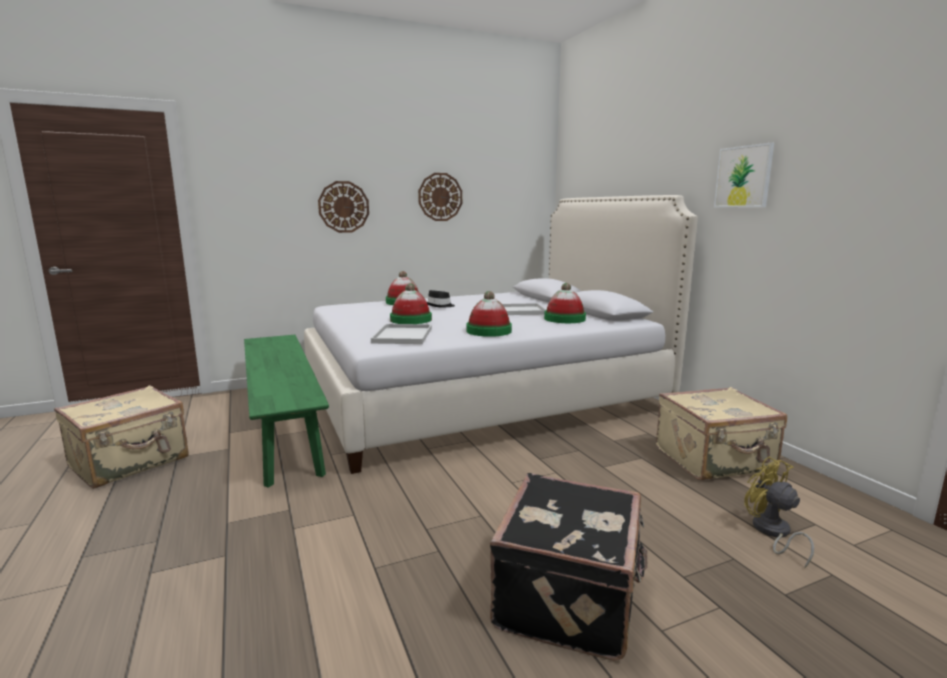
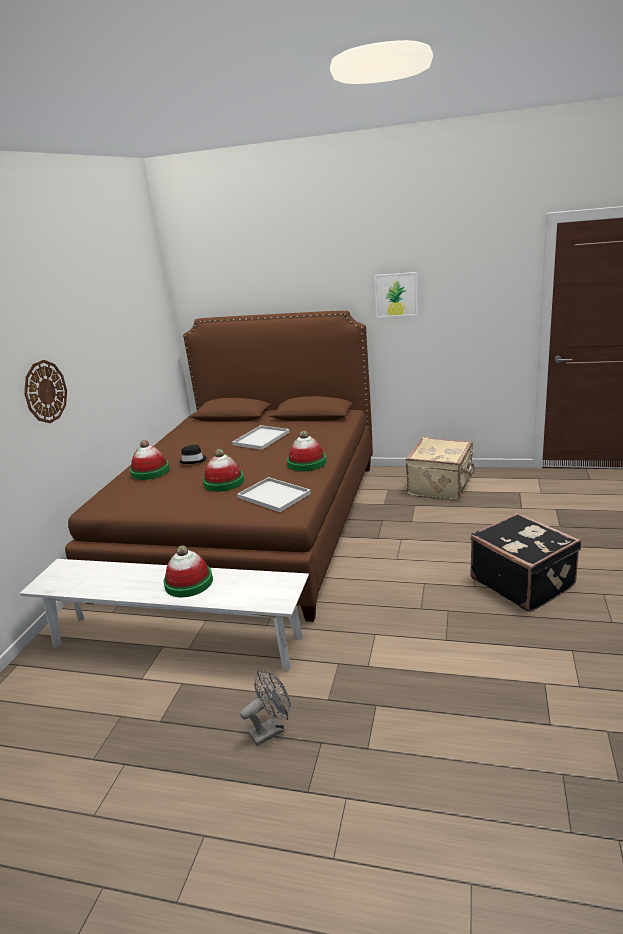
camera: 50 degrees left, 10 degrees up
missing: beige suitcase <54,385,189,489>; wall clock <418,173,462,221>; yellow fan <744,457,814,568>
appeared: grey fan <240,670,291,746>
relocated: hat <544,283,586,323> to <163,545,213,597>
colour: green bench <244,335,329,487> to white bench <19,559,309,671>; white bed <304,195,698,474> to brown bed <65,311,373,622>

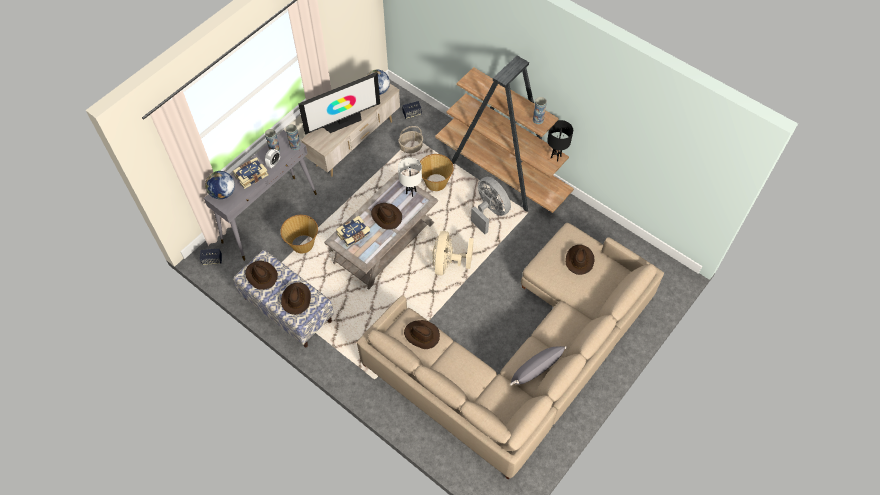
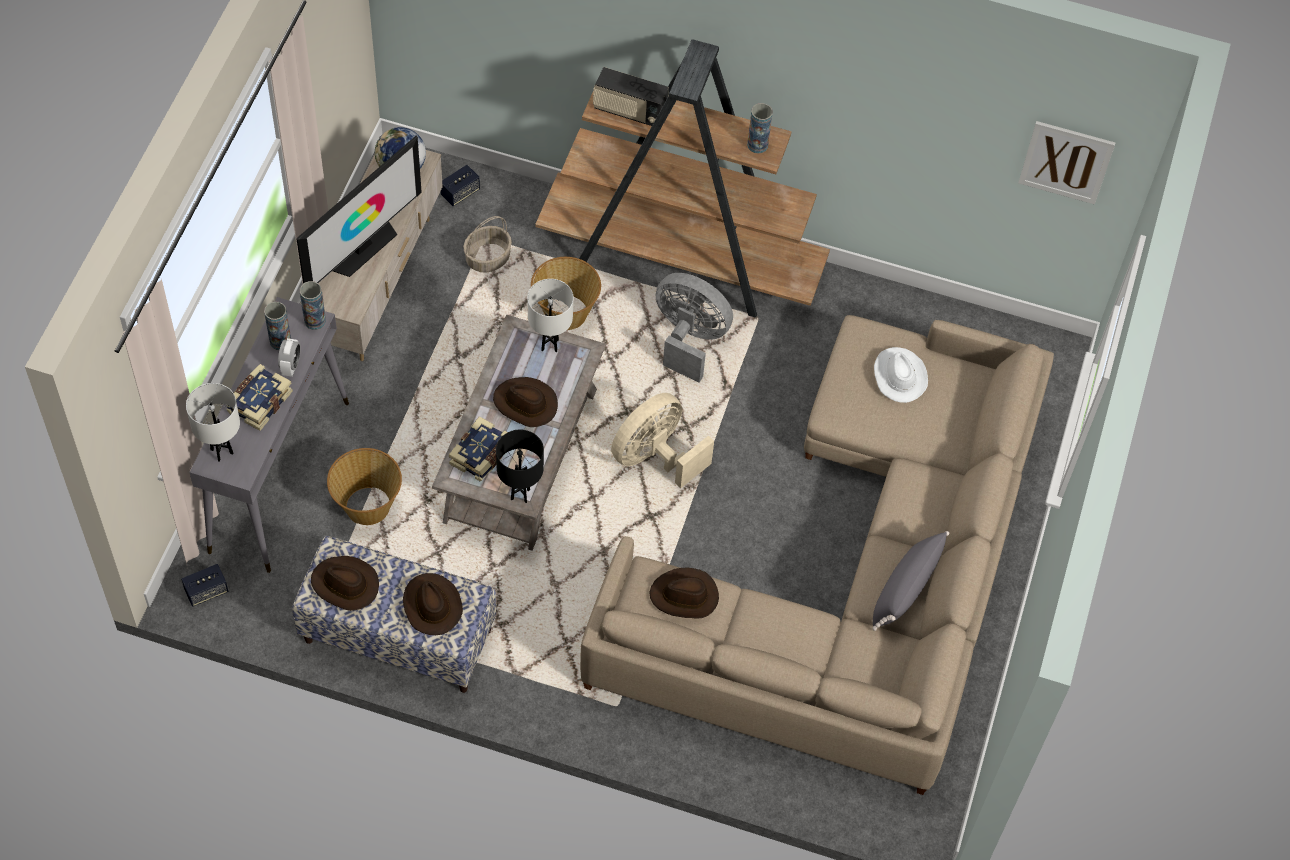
camera: 25 degrees left, 0 degrees up
appeared: radio <593,67,669,126>; picture <1018,121,1115,204>
relocated: black table lamp <547,120,573,162> to <496,430,544,503>
exchanged: globe <205,171,235,199> to white table lamp <186,383,240,462>
colour: brown hat <566,245,594,275> to white hat <874,347,928,403>
spun: beige fan <432,231,474,276> = <611,393,714,488> 60 degrees clockwise

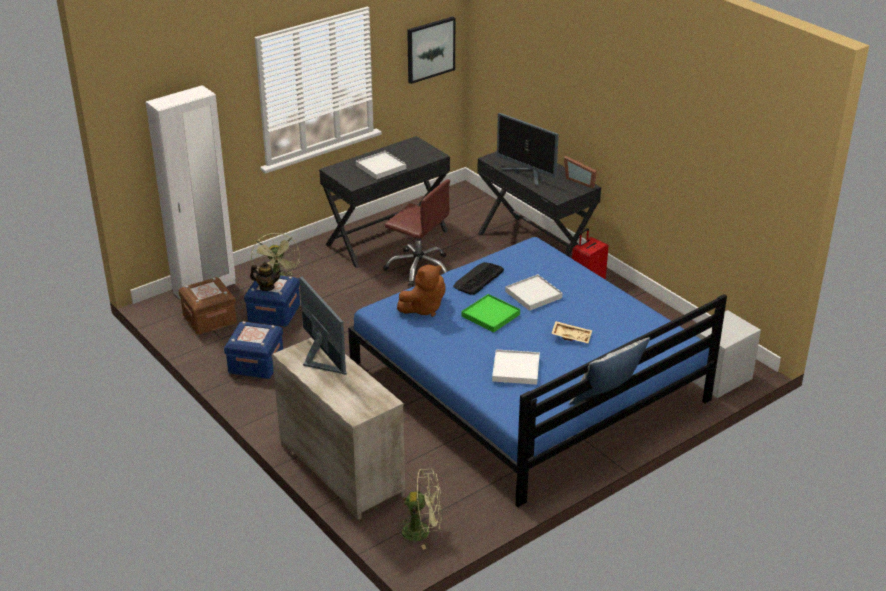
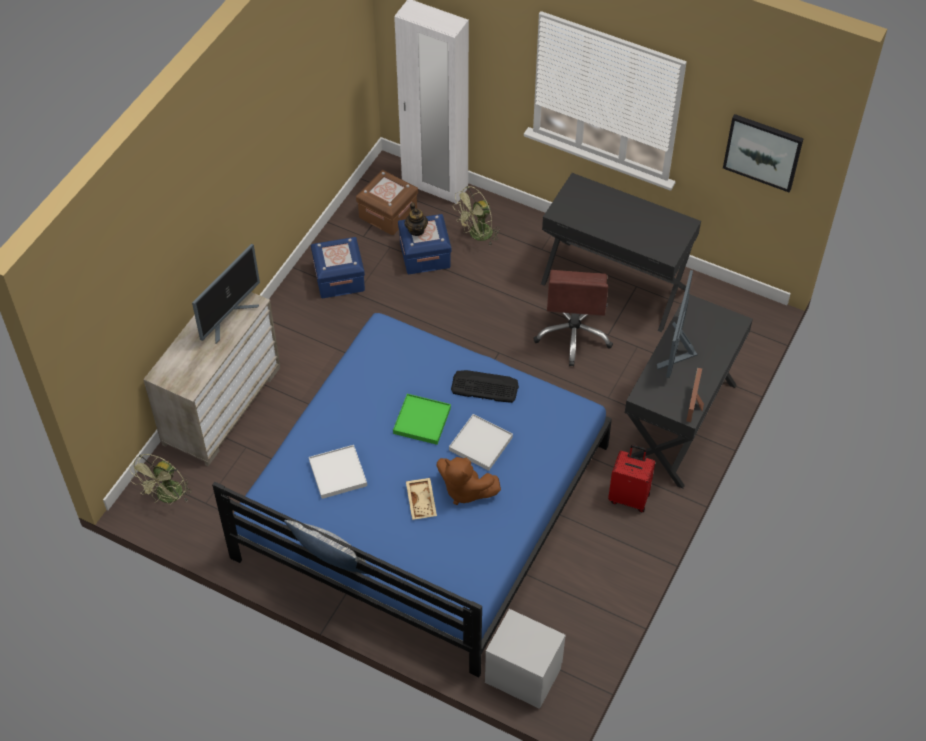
camera: 65 degrees right, 20 degrees up
missing: white tray <356,151,406,179>
relocated: brown plush toy <397,264,445,317> to <437,457,501,505>
spun: green fan <394,469,442,550> = <129,454,192,505> 45 degrees clockwise

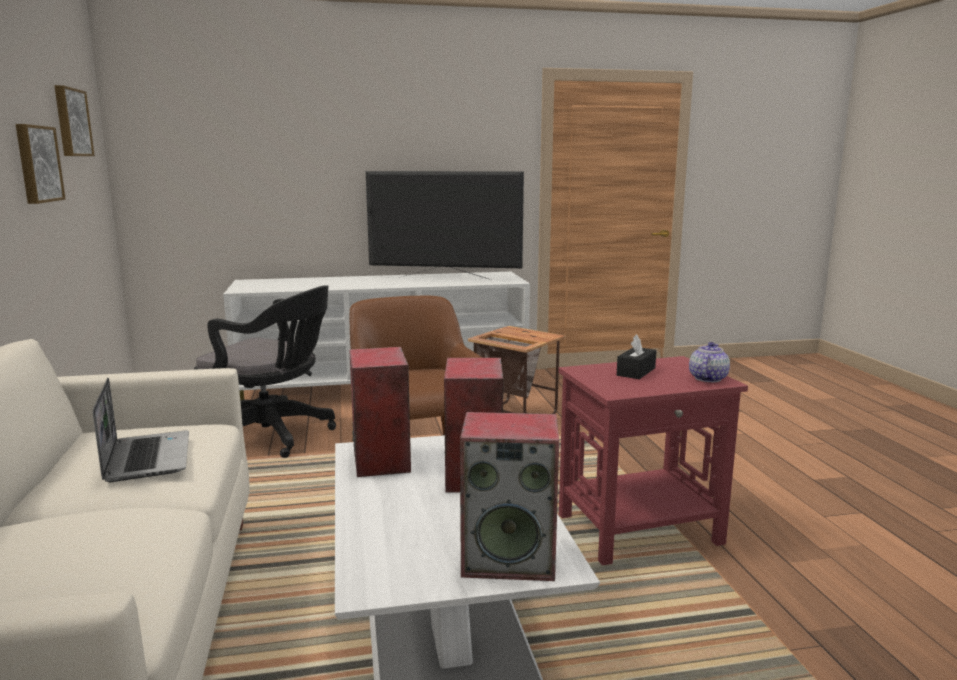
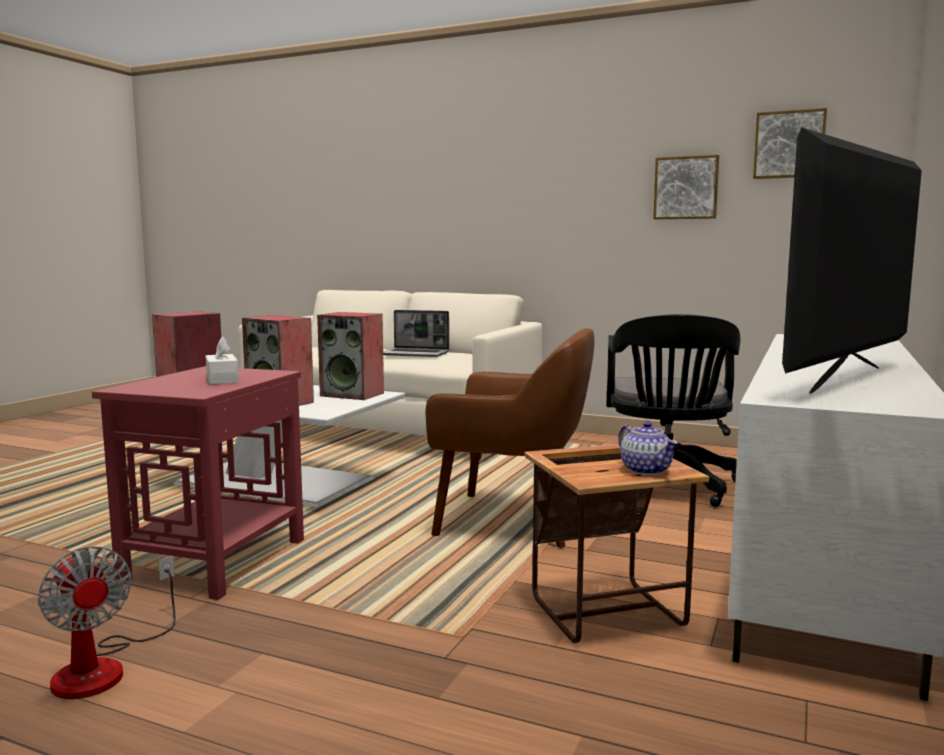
camera: 125 degrees right, 5 degrees down
appeared: fan <38,547,176,699>
relocated: teapot <689,342,730,382> to <618,421,678,475>
colour: black tissue box <617,334,656,379> to white tissue box <206,336,239,384>
spun: black office chair <194,285,336,458> = <607,314,741,507> 45 degrees counterclockwise

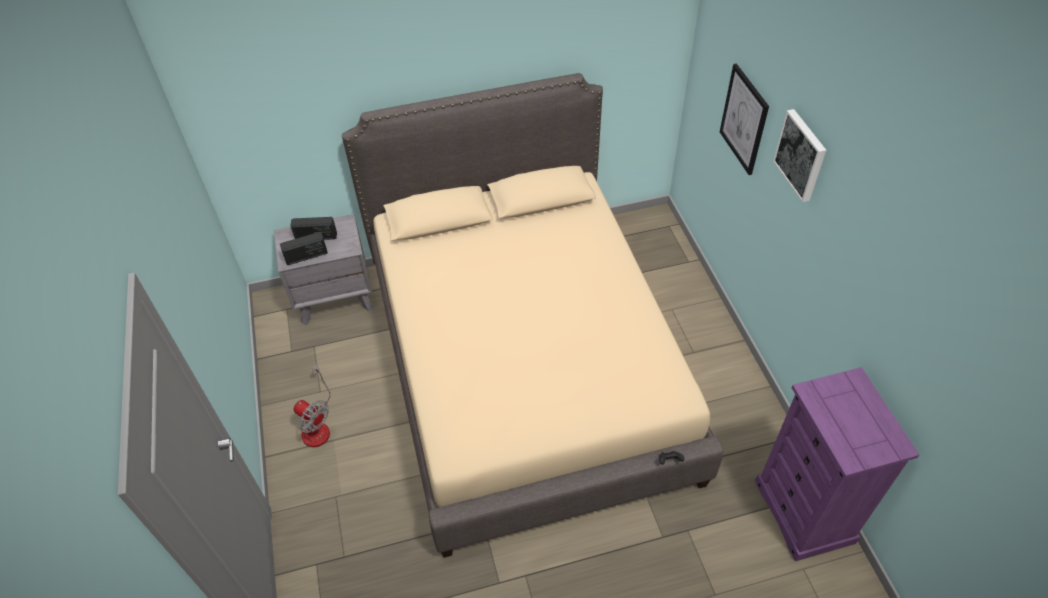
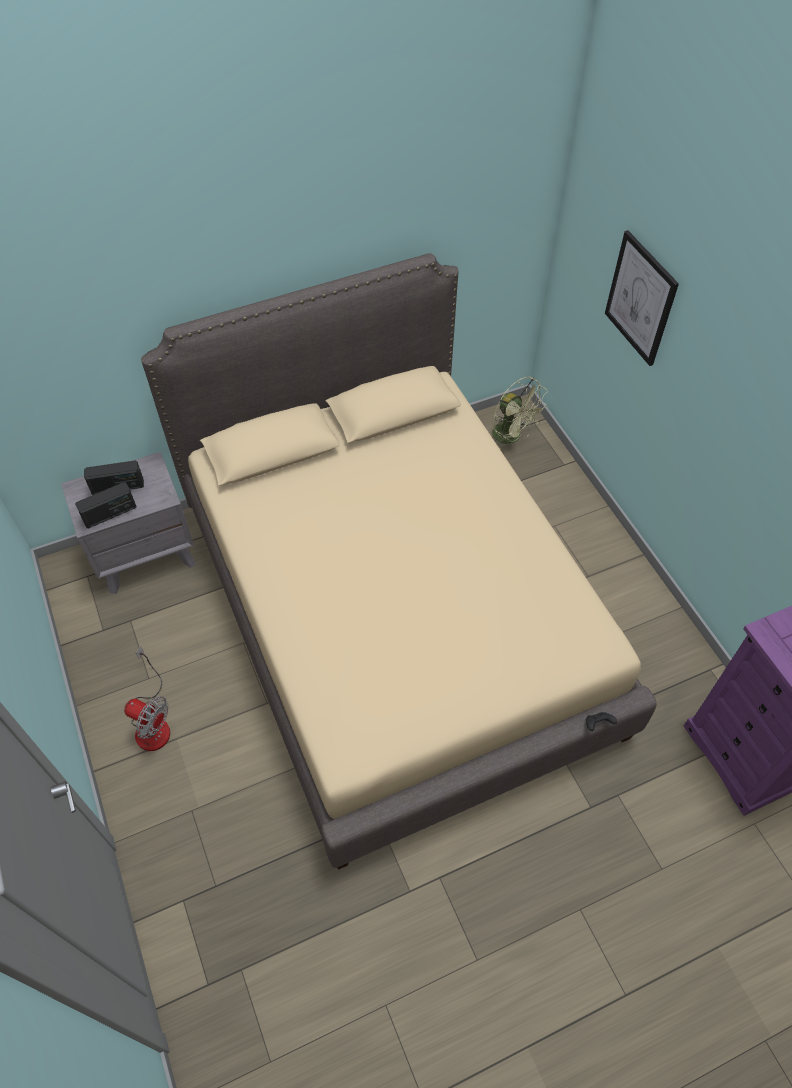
camera: 10 degrees left, 5 degrees up
missing: picture <773,109,826,202>
appeared: green fan <492,377,548,449>

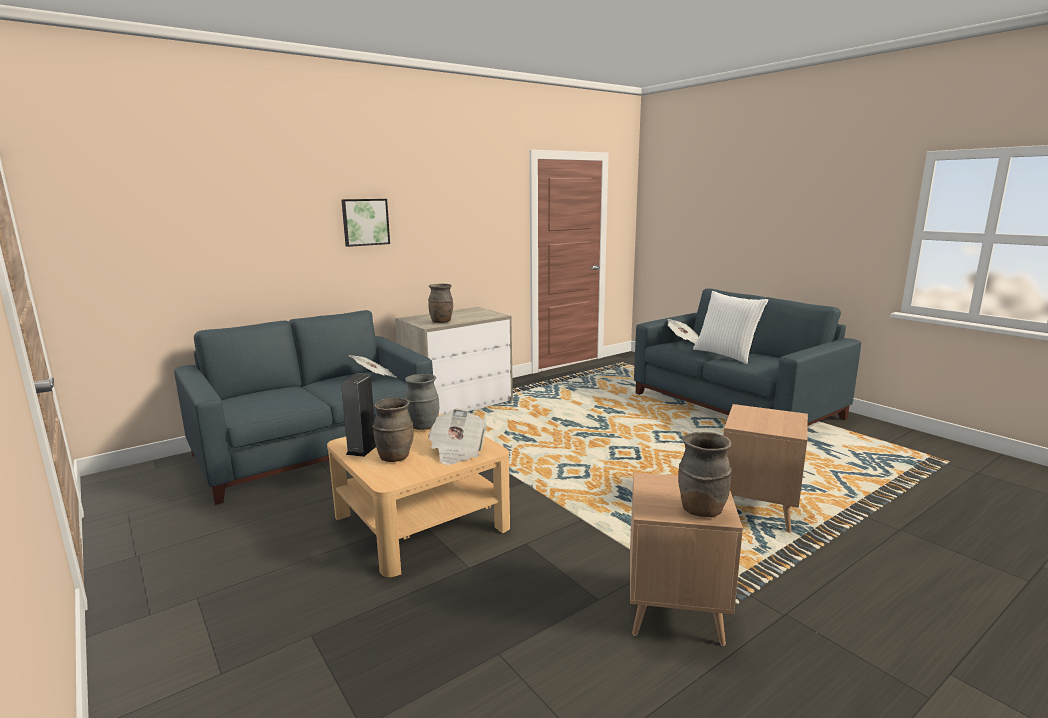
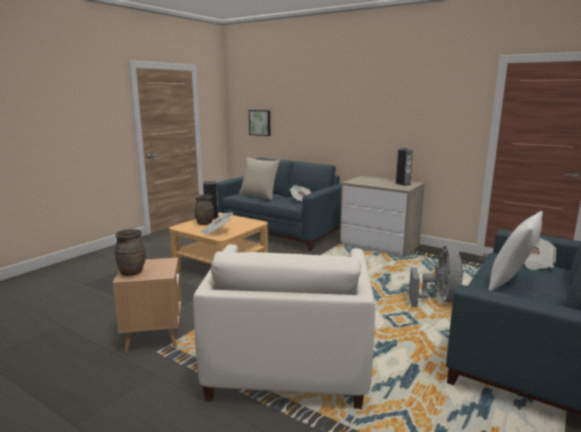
camera: 70 degrees right, 0 degrees up
missing: grey vase <404,374,439,430>; brown vase <428,284,453,323>
appeared: beige pillow <239,157,280,200>; speaker <395,148,413,186>; grey fan <409,245,463,307>
relocated: picture <341,199,390,247> to <249,110,270,136>
exchanged: brown side table <724,404,808,533> to white armchair <193,245,375,409>

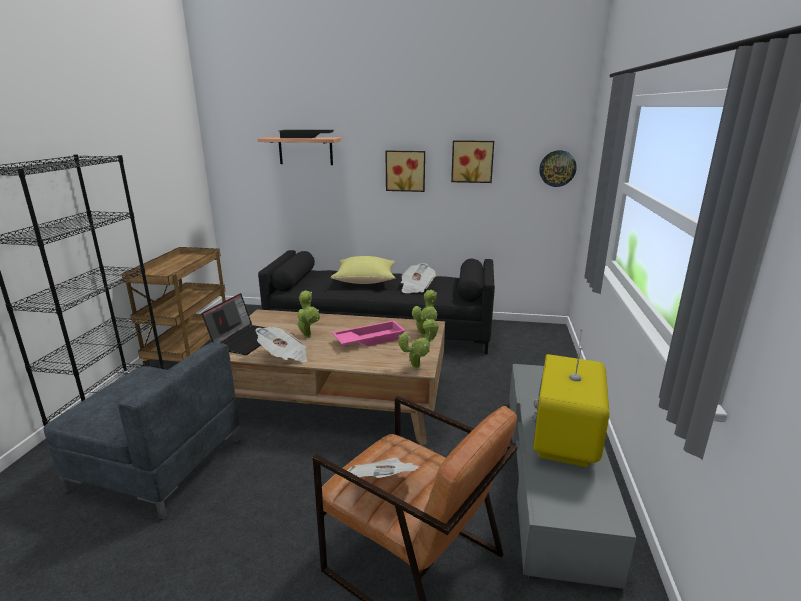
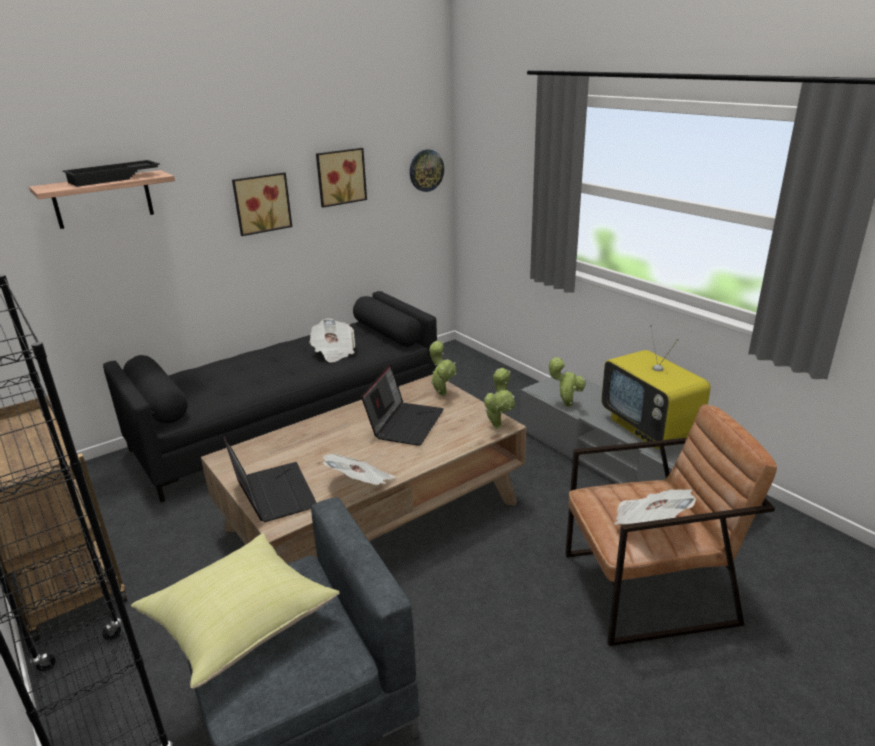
camera: 45 degrees left, 5 degrees up
relocated: potted plant <297,290,320,338> to <548,357,586,407>; yellow pillow <331,256,396,284> to <131,533,340,688>
exchanged: pink tray <332,320,406,347> to laptop <361,364,444,446>

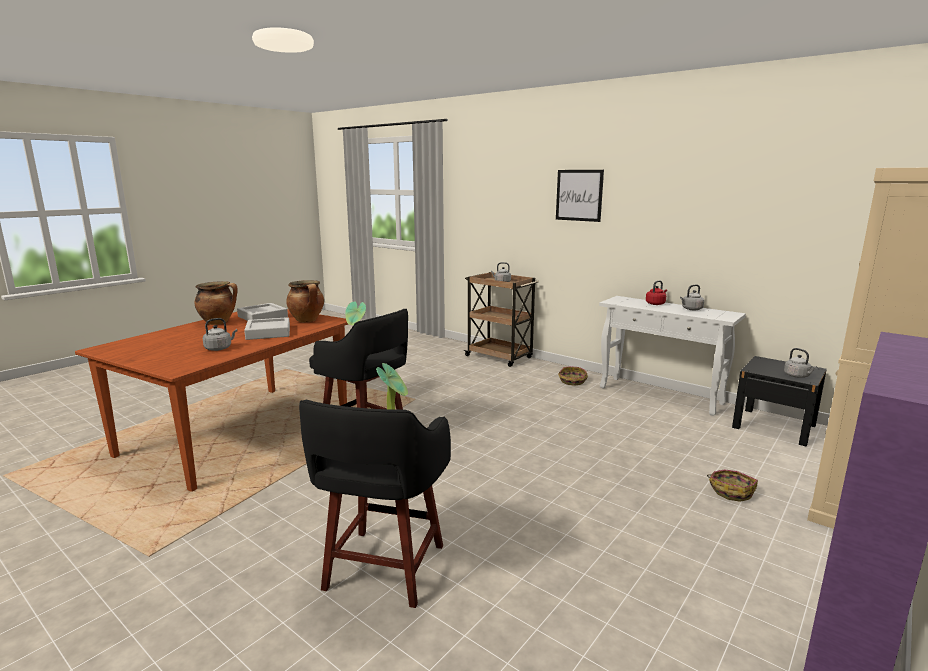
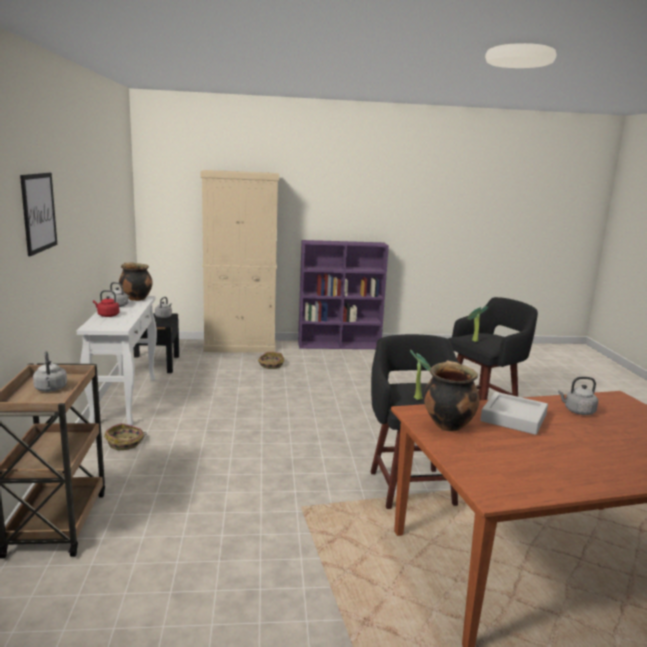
camera: 135 degrees left, 0 degrees up
missing: grey tray <237,303,288,321>
relocated: cooking pot <194,281,238,325> to <119,262,153,301>

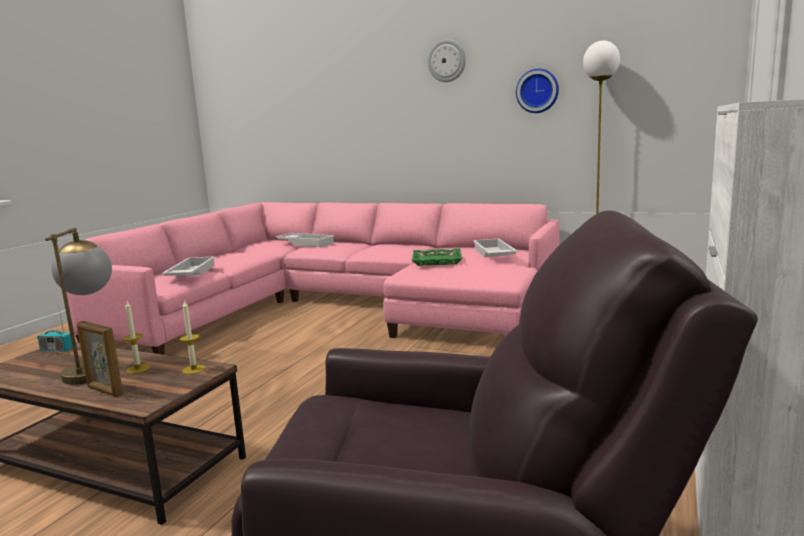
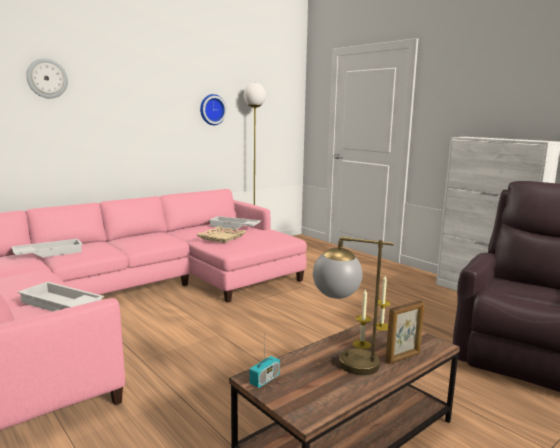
camera: 65 degrees left, 0 degrees up
relocated: wall clock <428,39,466,82> to <26,58,68,99>
colour: green tray <411,248,463,266> to beige tray <196,226,247,243>

